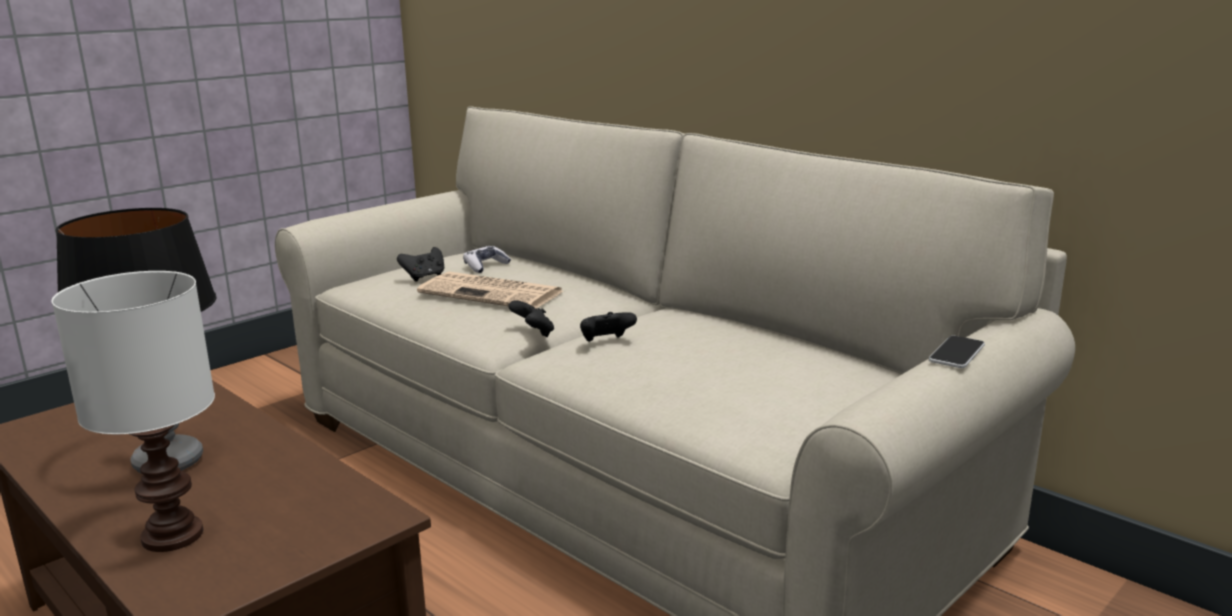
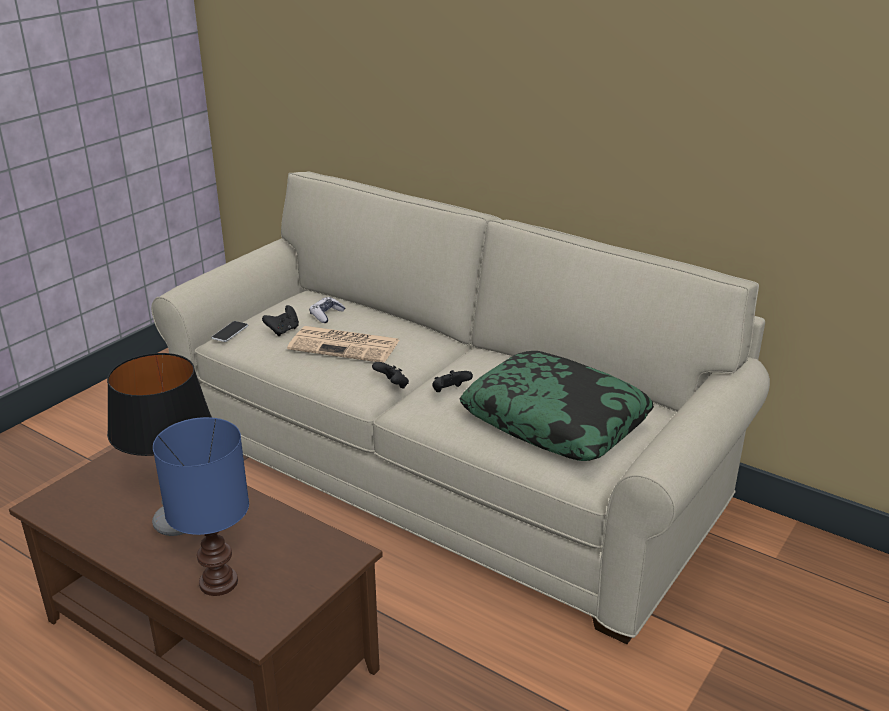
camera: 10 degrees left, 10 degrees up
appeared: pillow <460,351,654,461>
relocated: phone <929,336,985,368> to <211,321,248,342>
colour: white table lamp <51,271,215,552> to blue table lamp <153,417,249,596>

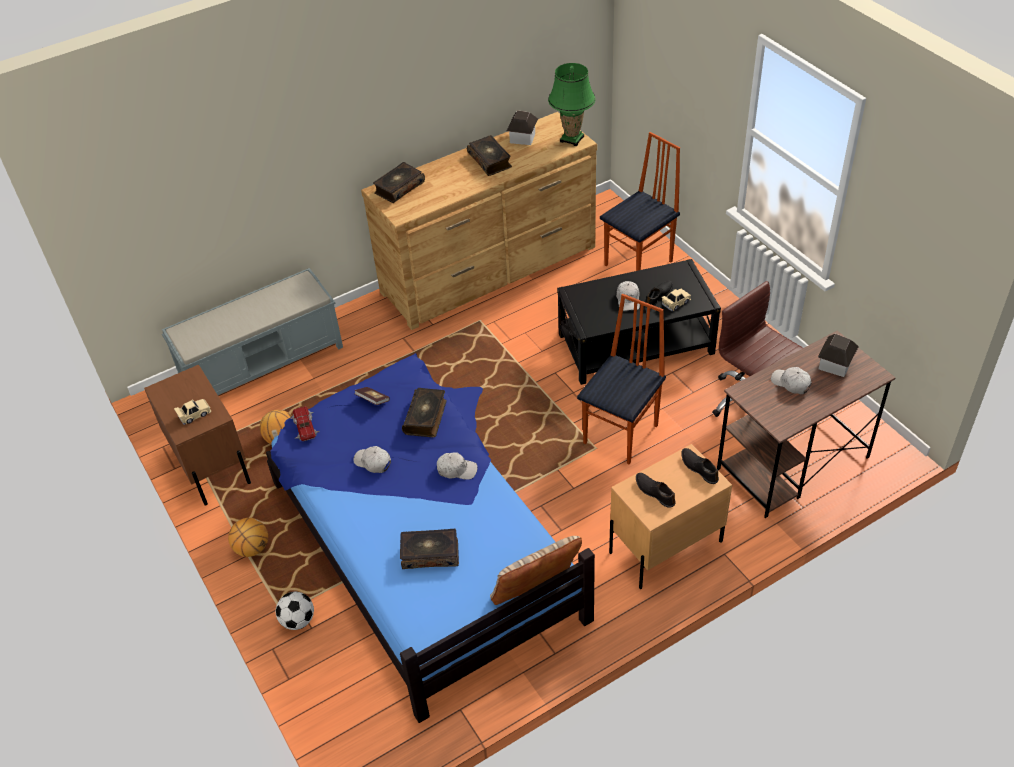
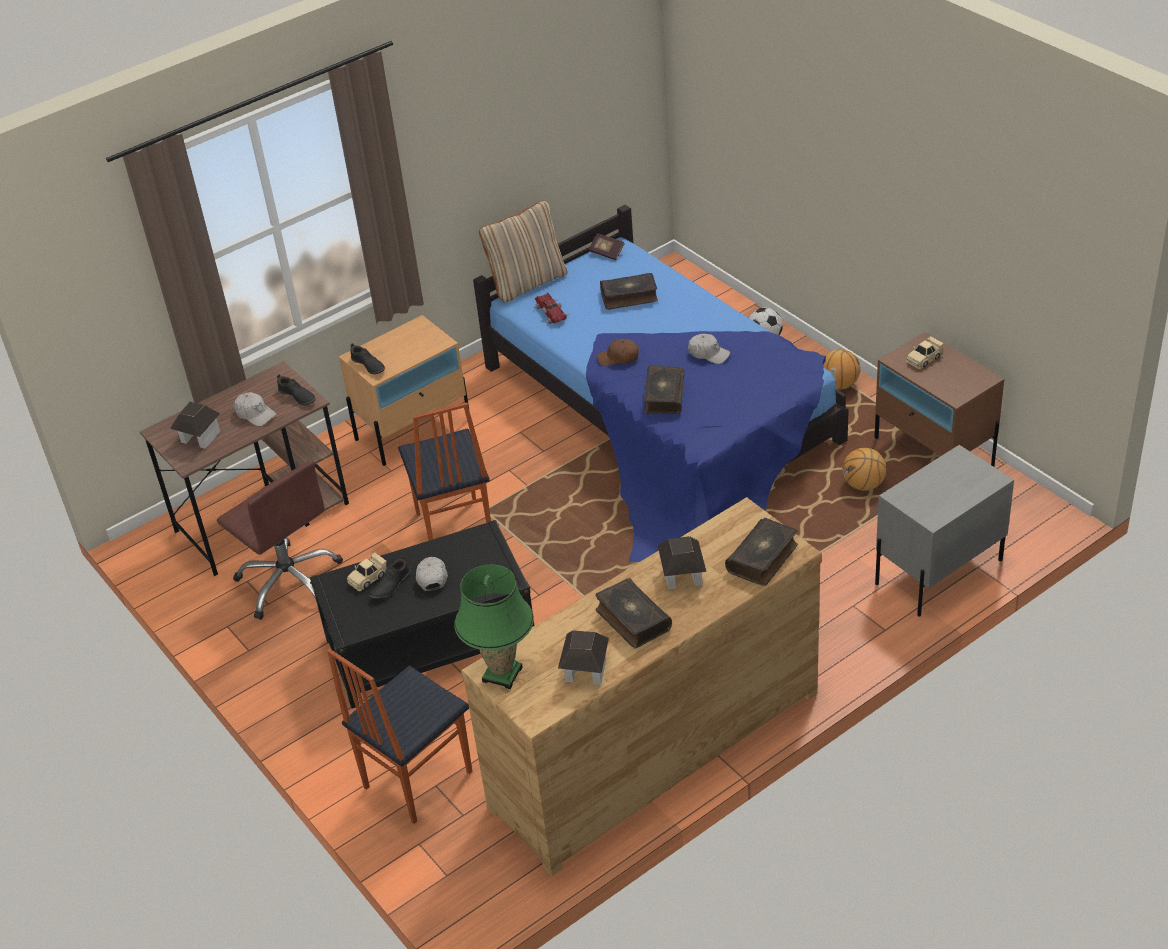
camera: 175 degrees right, 5 degrees down
appeared: toy house <658,536,707,589>
relocated: toy car <290,406,320,442> to <533,293,569,324>; book <354,387,390,405> to <588,233,624,260>; black shoe <636,473,676,508> to <277,374,315,405>
exchanged: grey bench <162,268,343,395> to grey nightstand <875,445,1014,616>
colour: white cap <437,452,477,480> to brown cap <597,339,639,366>
spun: chair <577,294,666,464> = <398,402,491,541> 45 degrees counterclockwise

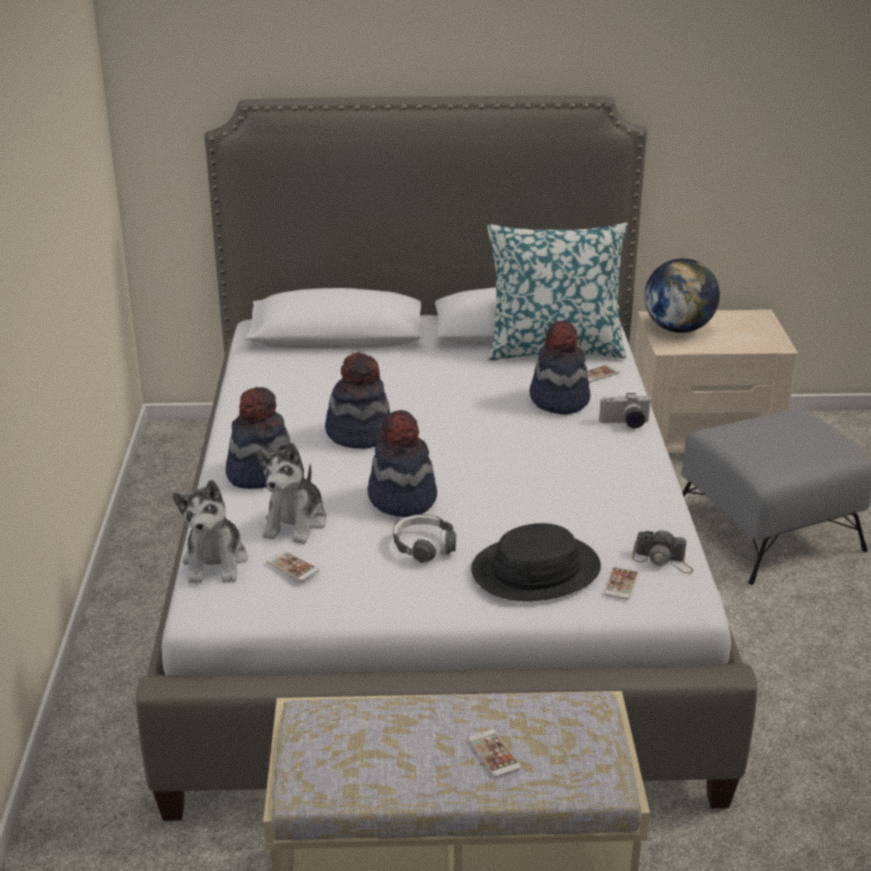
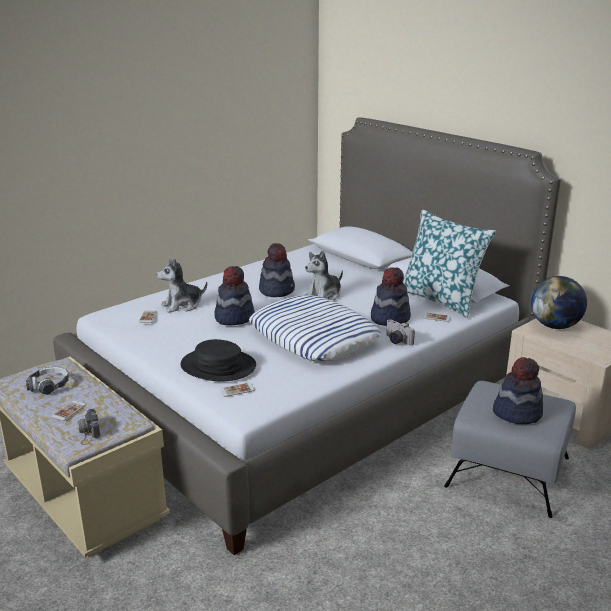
camera: 50 degrees right, 5 degrees down
appeared: pillow <249,295,381,361>
relocated: plush toy <172,480,248,584> to <304,250,343,300>; hat <226,387,290,489> to <493,357,543,424>; headphones <393,514,456,563> to <26,366,69,395>; photo camera <632,530,693,573> to <78,409,101,445>

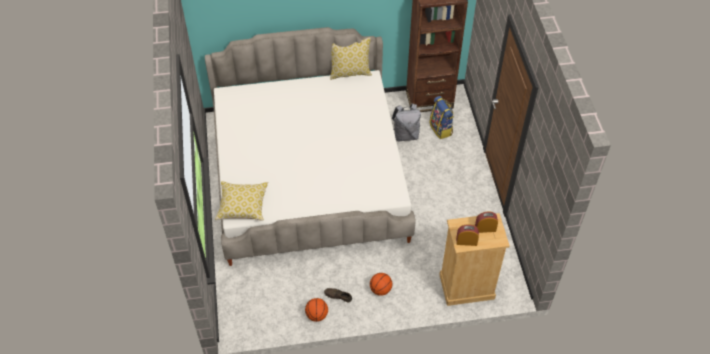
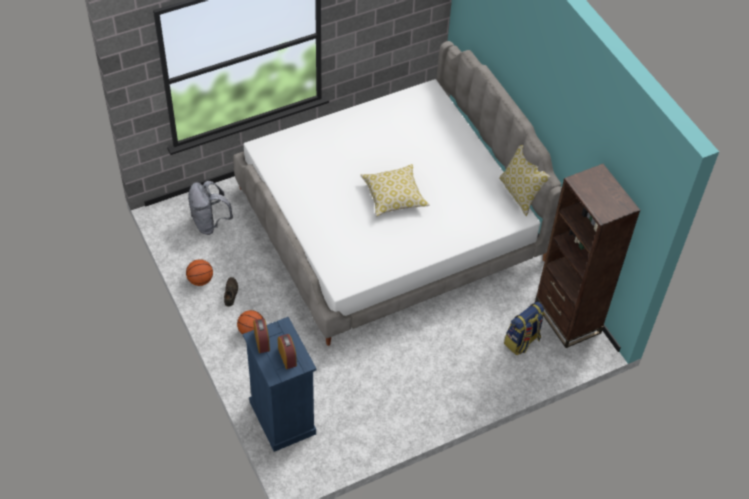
camera: 70 degrees right, 0 degrees up
relocated: pillow <215,181,268,221> to <361,164,430,216>; grey backpack <392,103,421,142> to <188,181,233,235>
colour: beige dresser <439,213,510,306> to blue dresser <243,317,316,452>

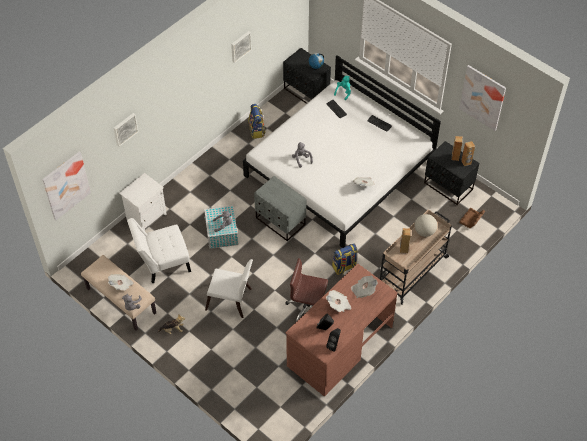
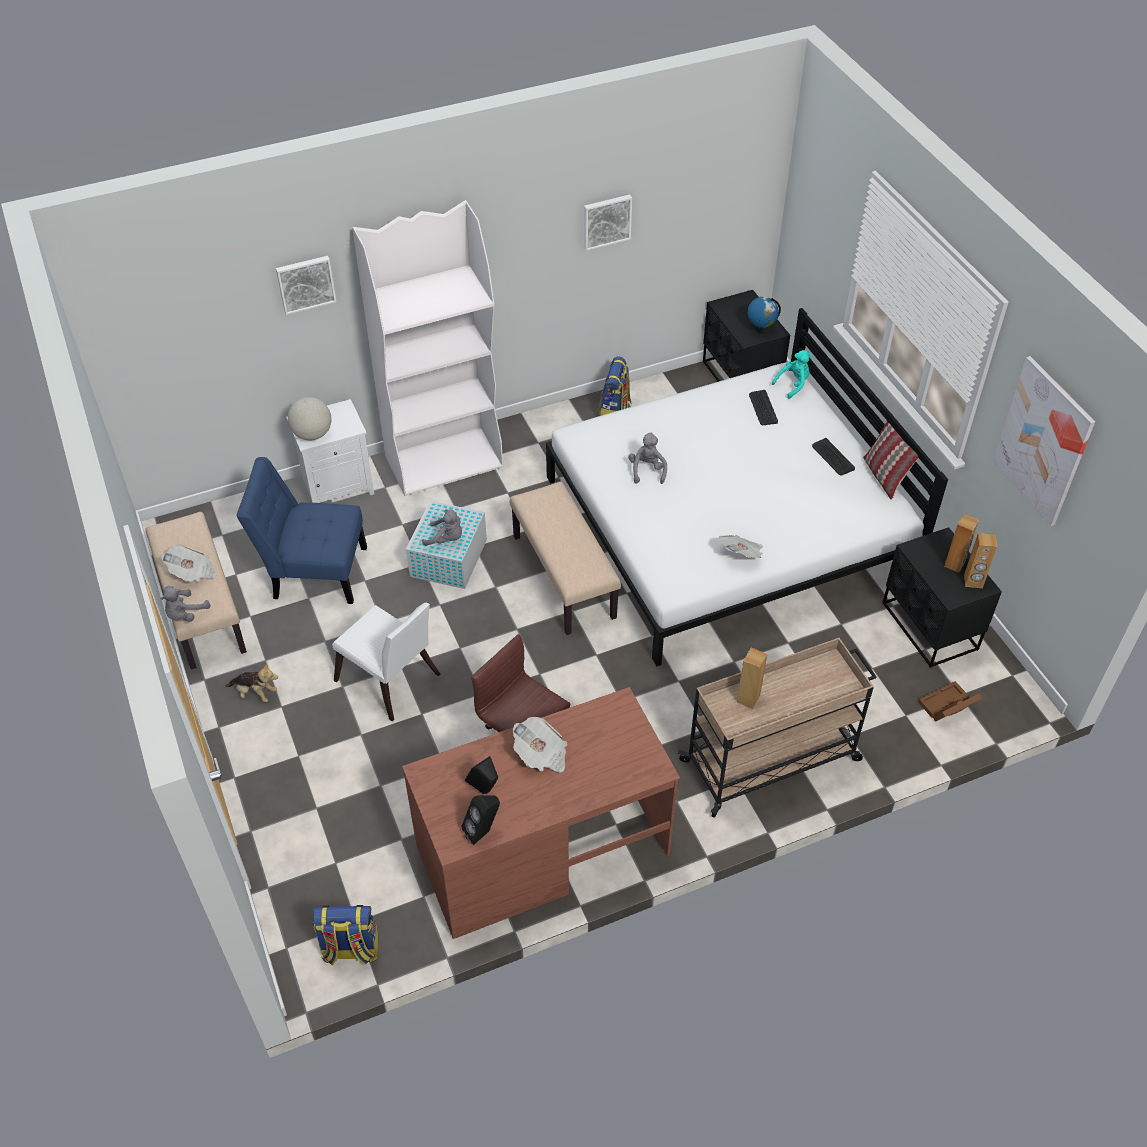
camera: 25 degrees right, 5 degrees down
missing: picture <42,151,91,221>; newspaper <351,276,378,298>
appeared: white bookcase <352,200,503,496>; pillow <863,413,918,500>
relocated: backpack <332,244,357,275> to <313,905,378,965>; globe <415,214,437,237> to <288,397,331,440>
exchanged: grey nightstand <254,176,306,241> to beige bench <510,482,621,635>
colour: white chair <127,218,191,283> to blue chair <236,457,367,604>

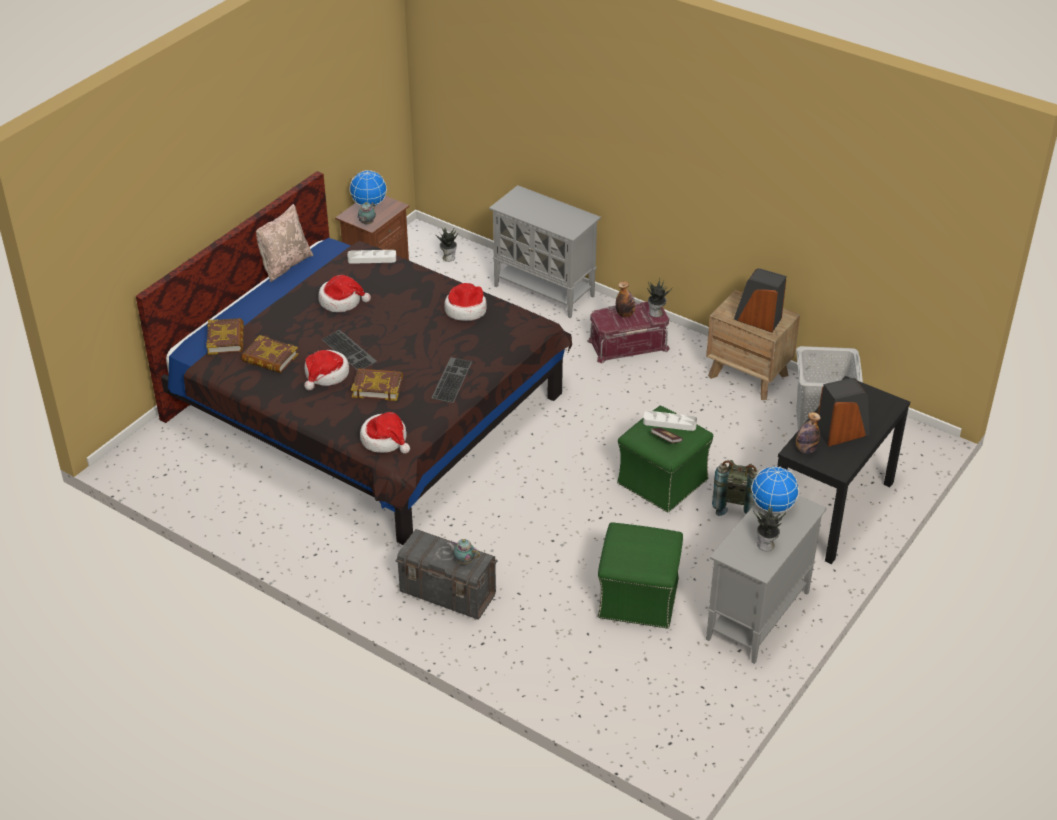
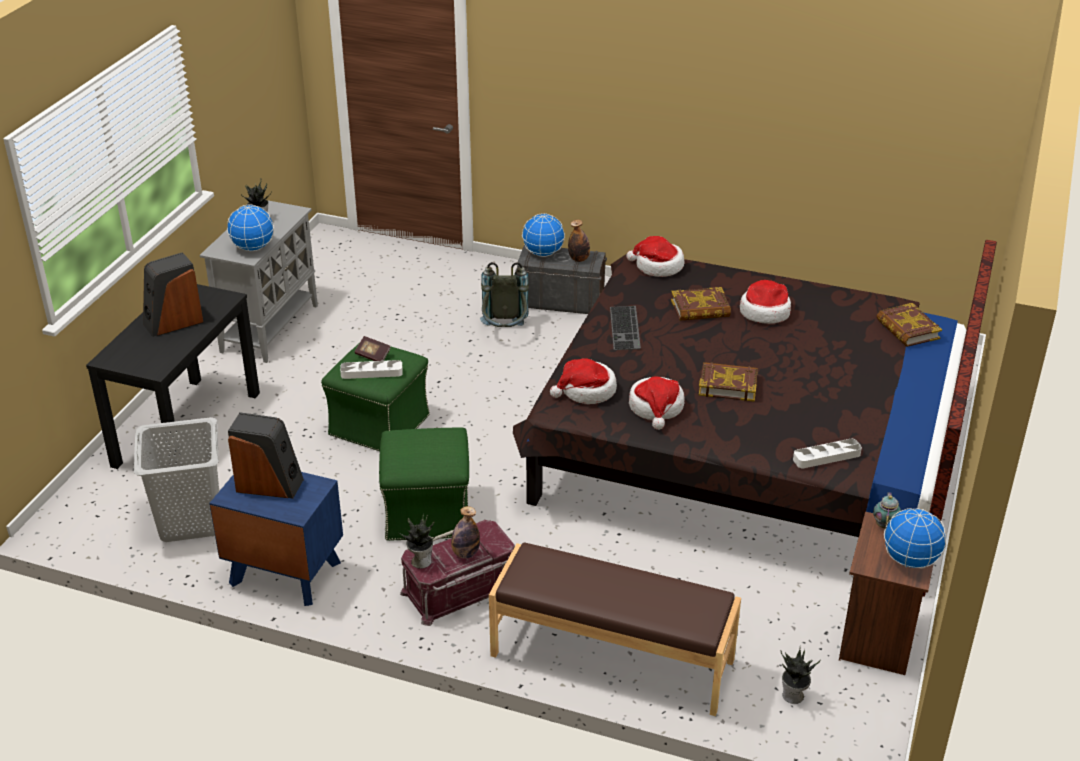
camera: 165 degrees right, 5 degrees down
missing: beige pillow <256,204,313,282>; keyboard <322,330,377,370>
relocated: book <241,335,298,373> to <699,362,758,402>; hat <318,275,371,312> to <550,358,617,404>; green ottoman <597,522,683,628> to <379,427,469,541>; grey backpack <712,460,759,516> to <480,262,529,327>; bottle <796,412,821,454> to <568,219,590,262>
exchanged: teapot <447,539,480,564> to globe <522,213,565,257>; grey cabinet <489,185,601,318> to brown bench <489,542,741,716>
colour: brown nightstand <706,290,800,400> to blue nightstand <209,472,343,606>

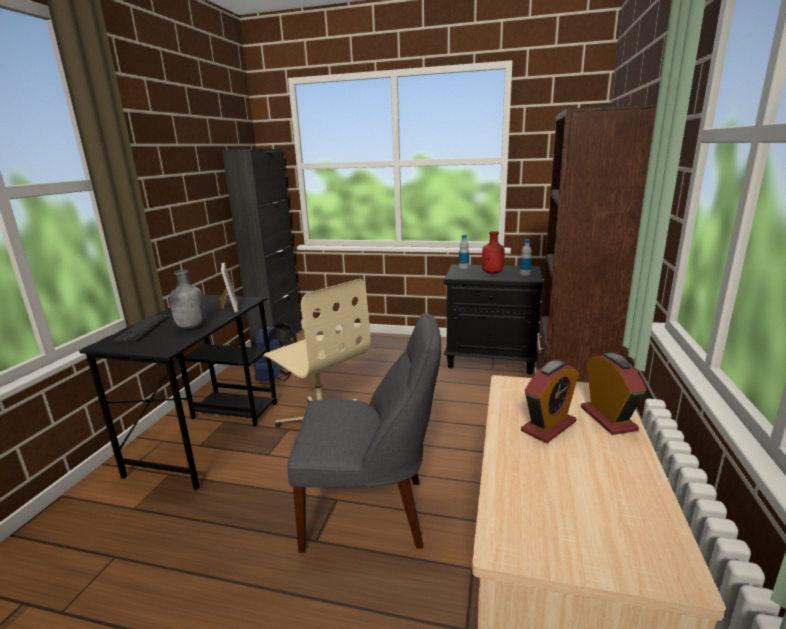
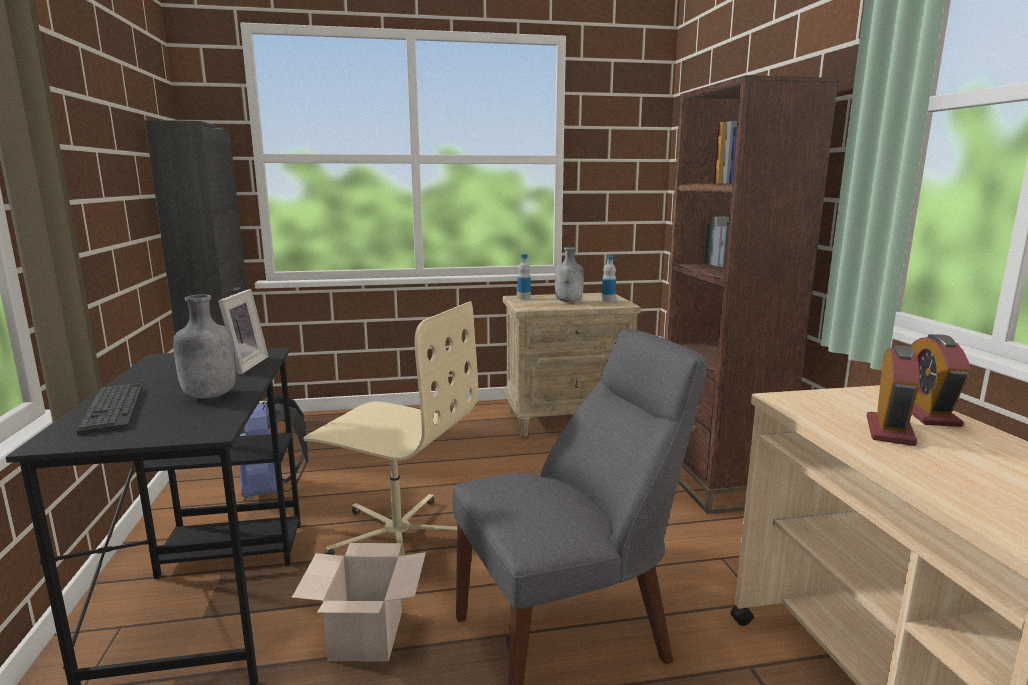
camera: 25 degrees left, 5 degrees down
appeared: cardboard box <292,543,426,662>
colour: black nightstand <444,264,543,375> to beige nightstand <503,293,641,437>; red bottle <482,231,505,274> to grey bottle <555,247,584,302>
spun: picture frame <220,263,238,312> = <218,289,269,375> 45 degrees clockwise; alarm clock <581,353,646,435> = <910,334,971,427> 135 degrees counterclockwise

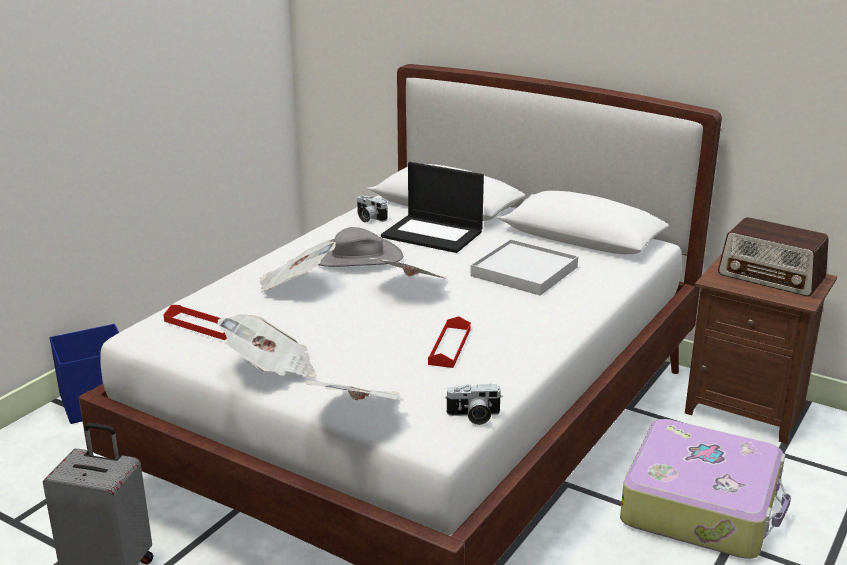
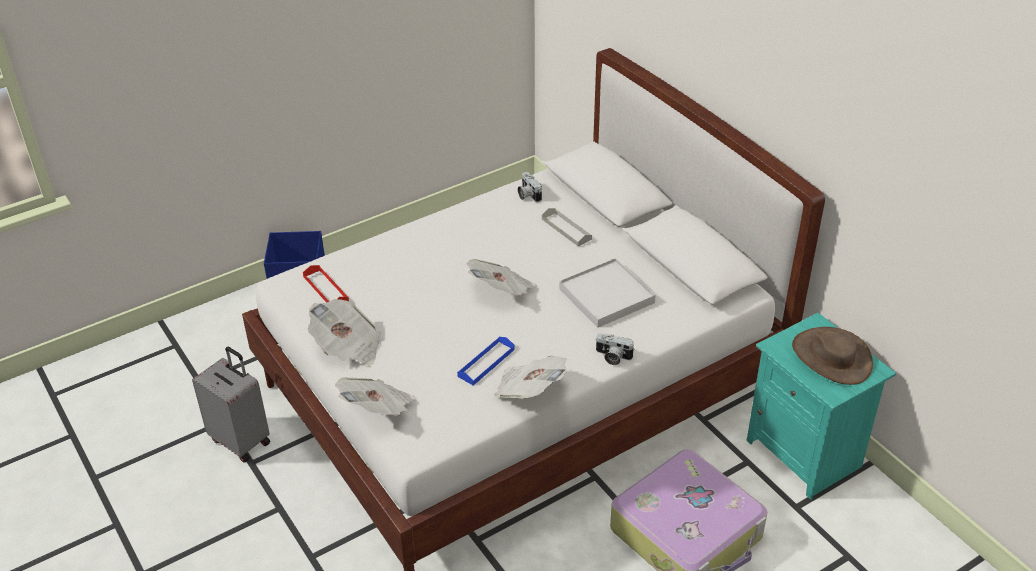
camera: 25 degrees right, 15 degrees up
missing: grey hat <319,227,403,267>
relocated: newspaper <260,240,336,293> to <494,356,567,399>; photo camera <445,384,503,425> to <595,333,635,365>
exchanged: laptop <381,162,484,253> to grey tray <542,208,592,247>; radio <718,217,829,296> to brown hat <792,327,873,385>
colour: red tray <428,316,471,368> to blue tray <457,337,515,386>; brown nightstand <685,254,837,444> to turquoise nightstand <747,313,896,500>

